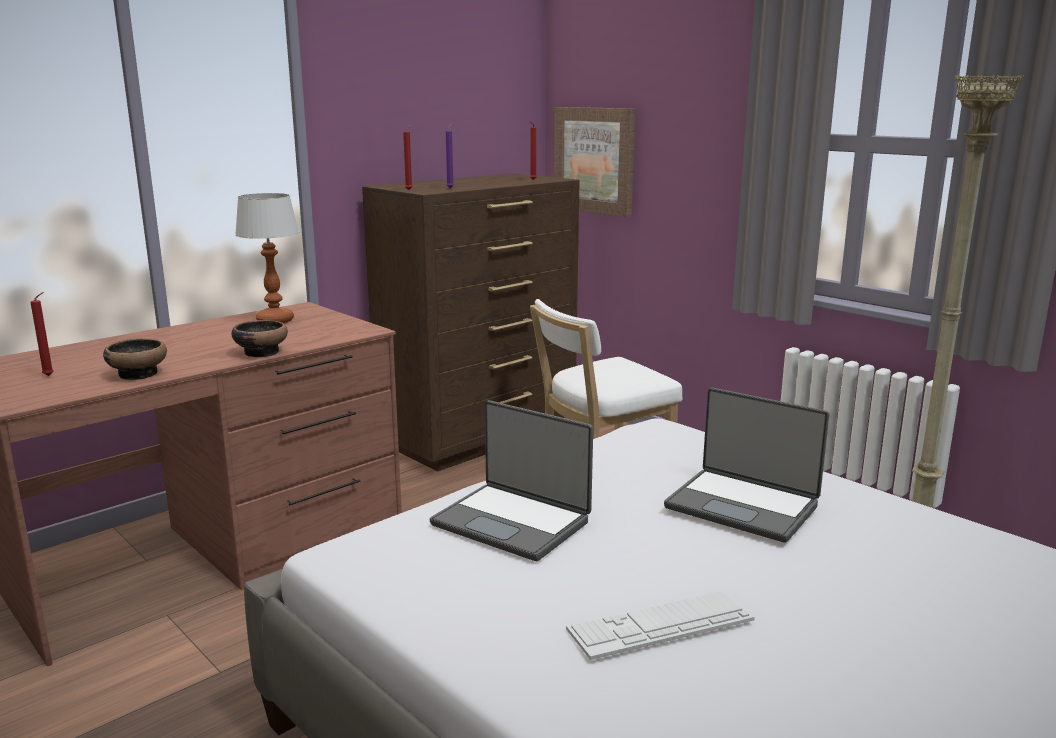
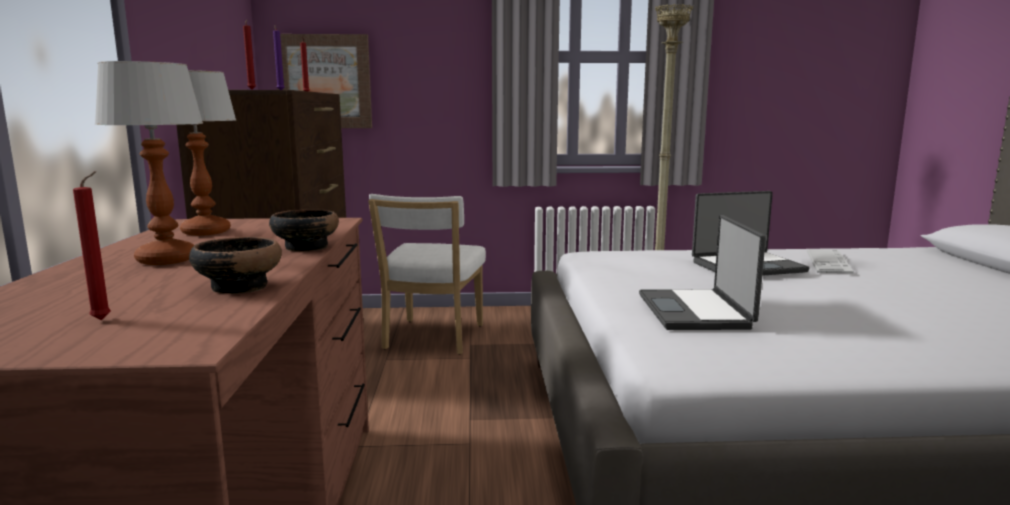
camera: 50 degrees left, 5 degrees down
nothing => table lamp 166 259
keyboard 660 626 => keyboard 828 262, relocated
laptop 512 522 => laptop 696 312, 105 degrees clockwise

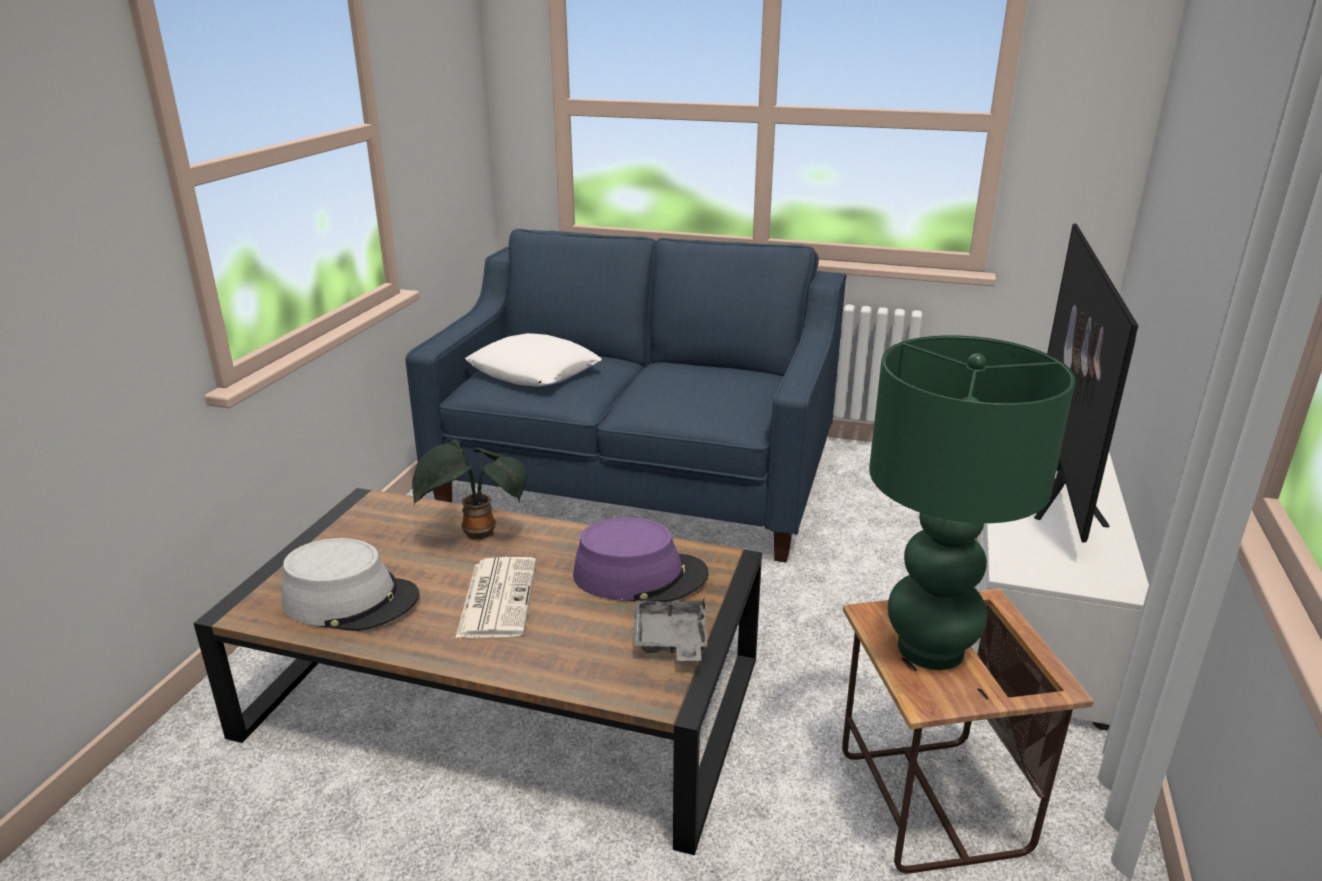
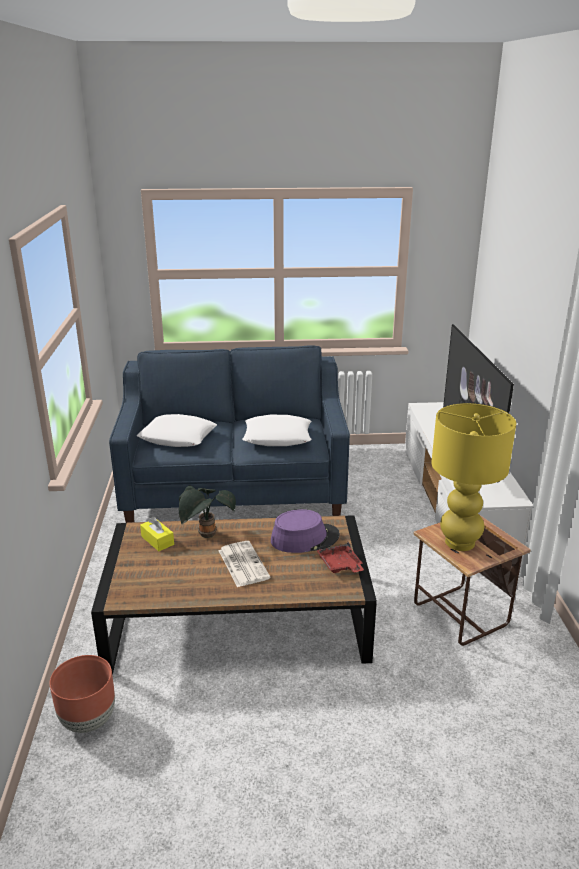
camera: 20 degrees left, 0 degrees up
grey hat 351 600 => nothing
nothing => brown planter 88 720
nothing => yellow tissue box 157 540
nothing => white pillow 277 437
grey tray 671 641 => red tray 340 565
green table lamp 929 649 => yellow table lamp 459 543

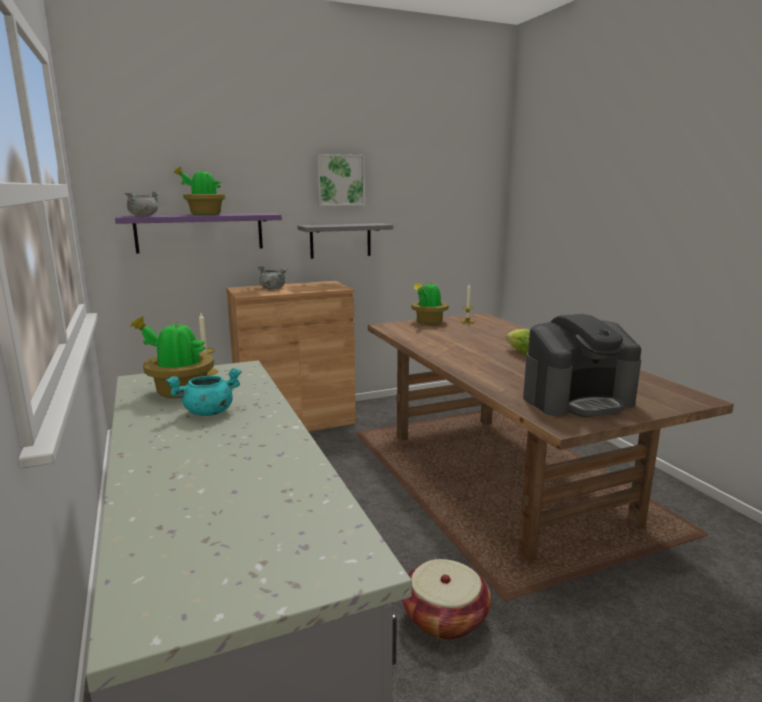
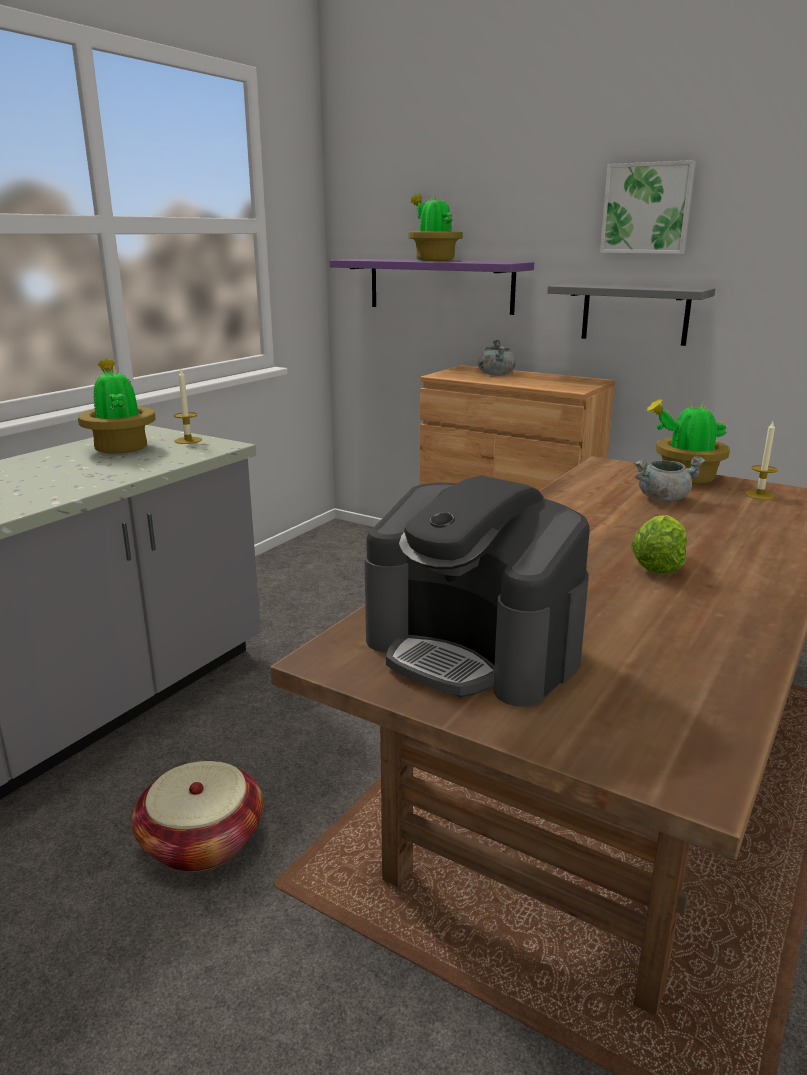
camera: 55 degrees right, 5 degrees up
turquoise cooking pot 208 412 => nothing
grey cooking pot 143 216 => grey cooking pot 663 498, relocated

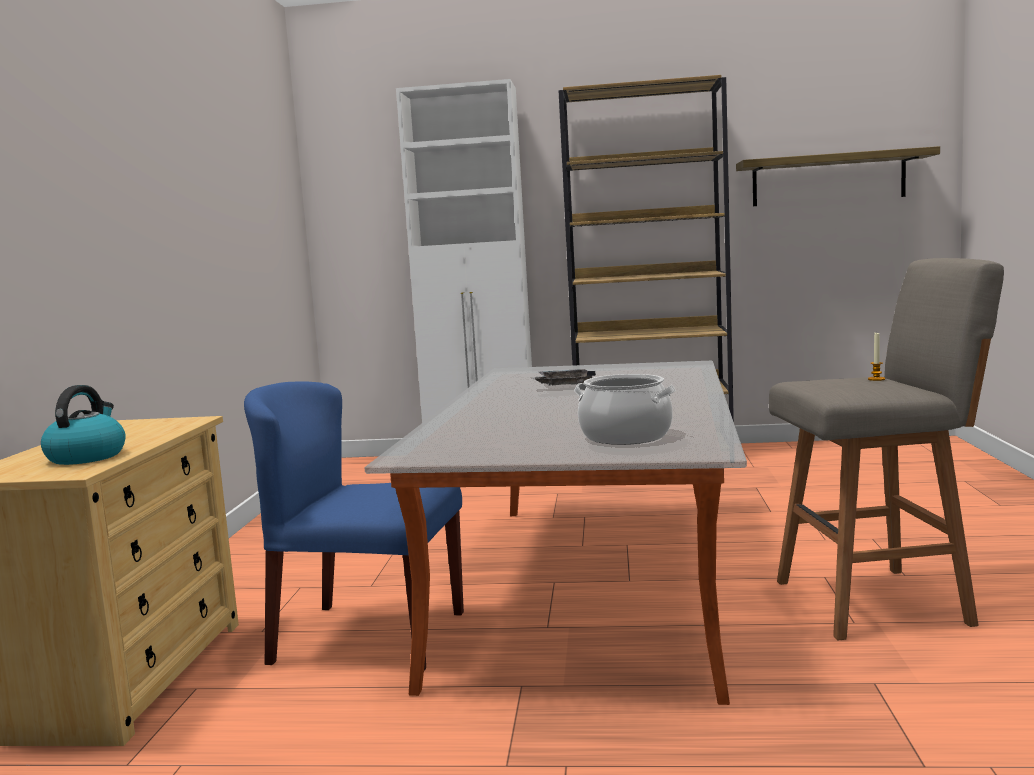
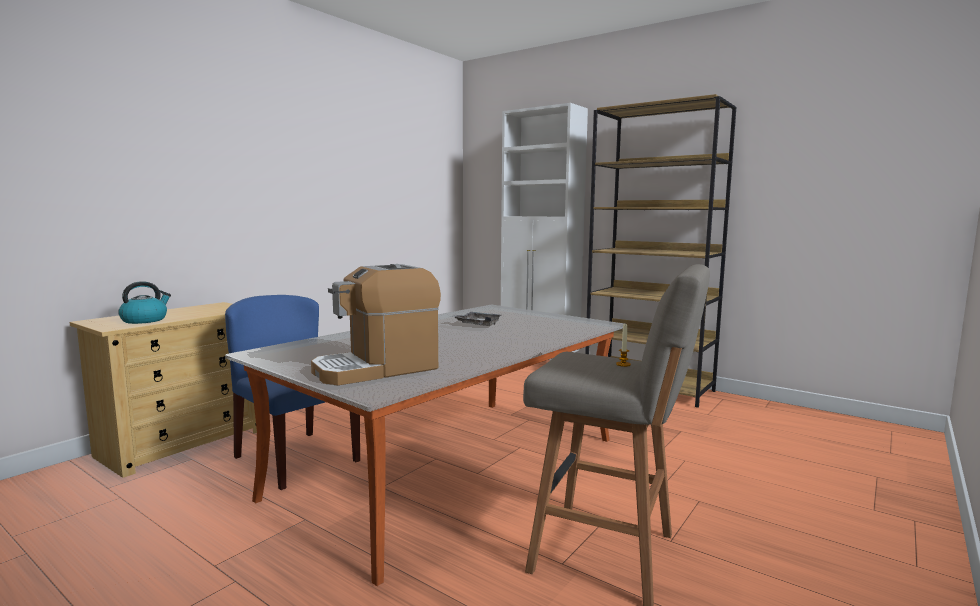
camera: 30 degrees right, 0 degrees up
shelf 828 179 => nothing
cooking pot 626 436 => coffee machine 377 369

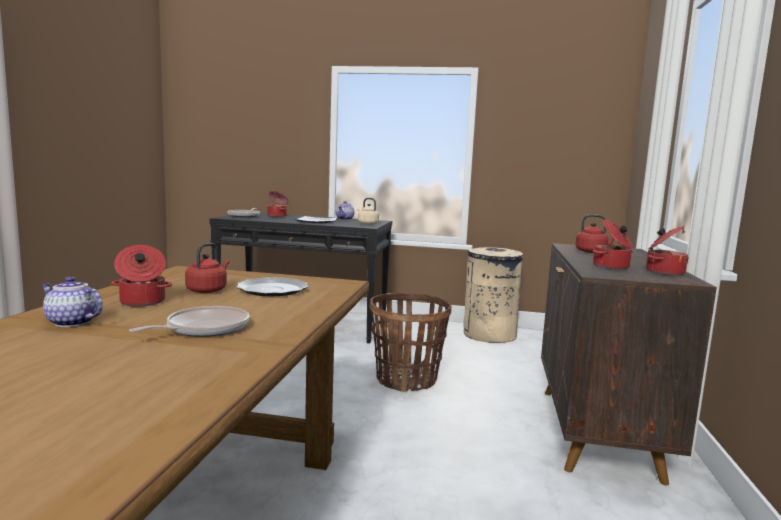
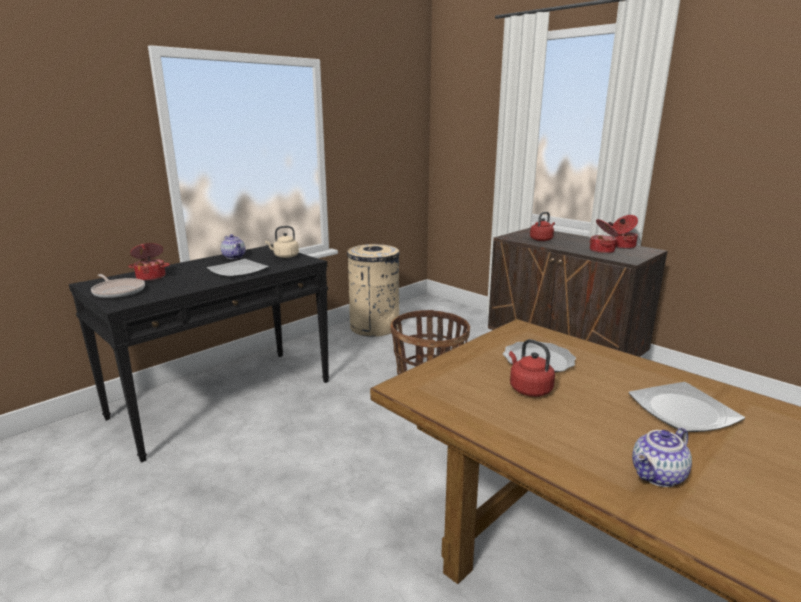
camera: 55 degrees left, 10 degrees up
cooking pot 142 302 => nothing
frying pan 204 328 => plate 682 411

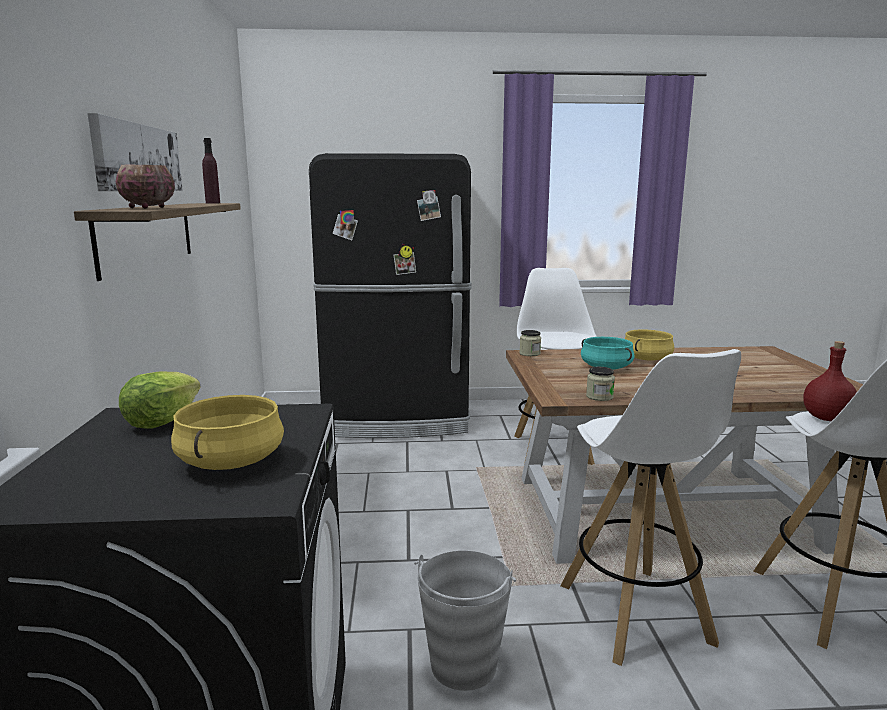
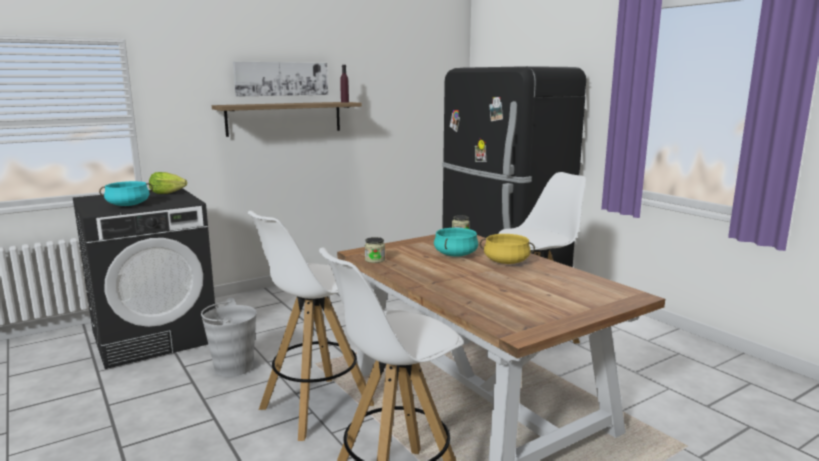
camera: 60 degrees right, 0 degrees up
bowl 146 208 => nothing
red bottle 827 418 => nothing
yellow cooking pot 230 461 => turquoise cooking pot 128 205

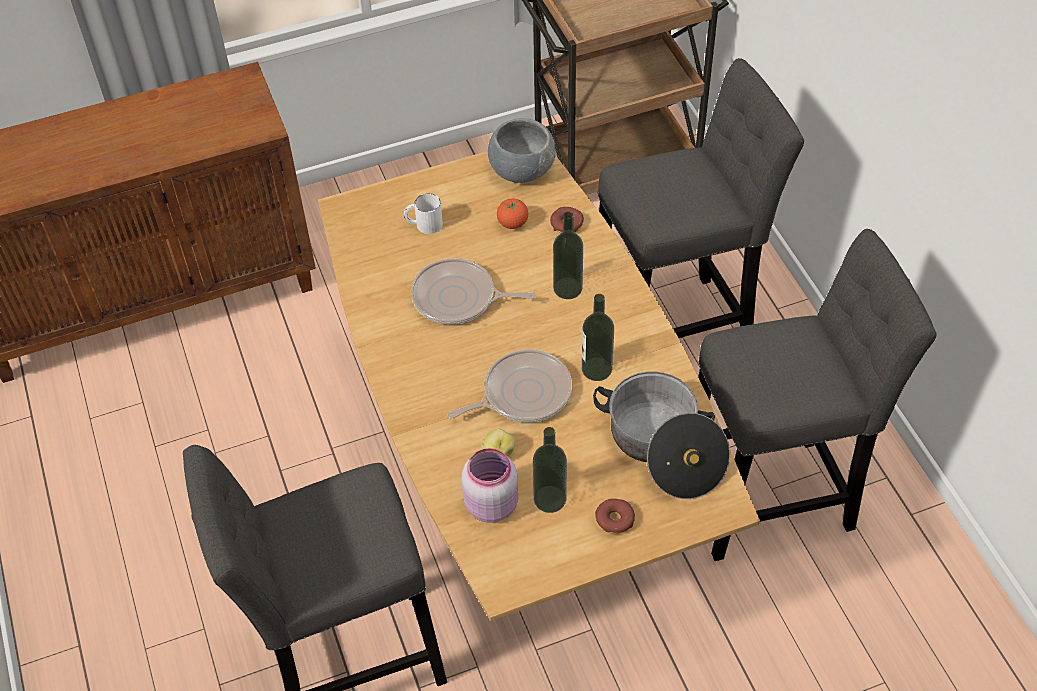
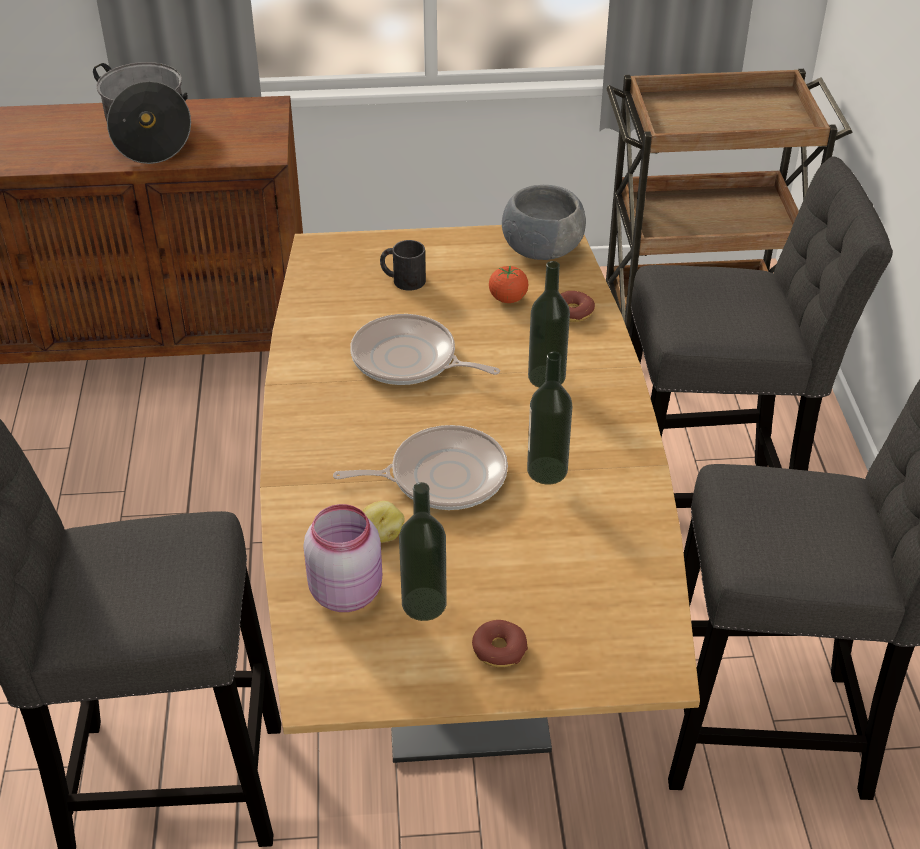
camera: 15 degrees right, 10 degrees down
cooking pot 663 447 => cooking pot 148 131, relocated
white mug 423 224 => black mug 402 280

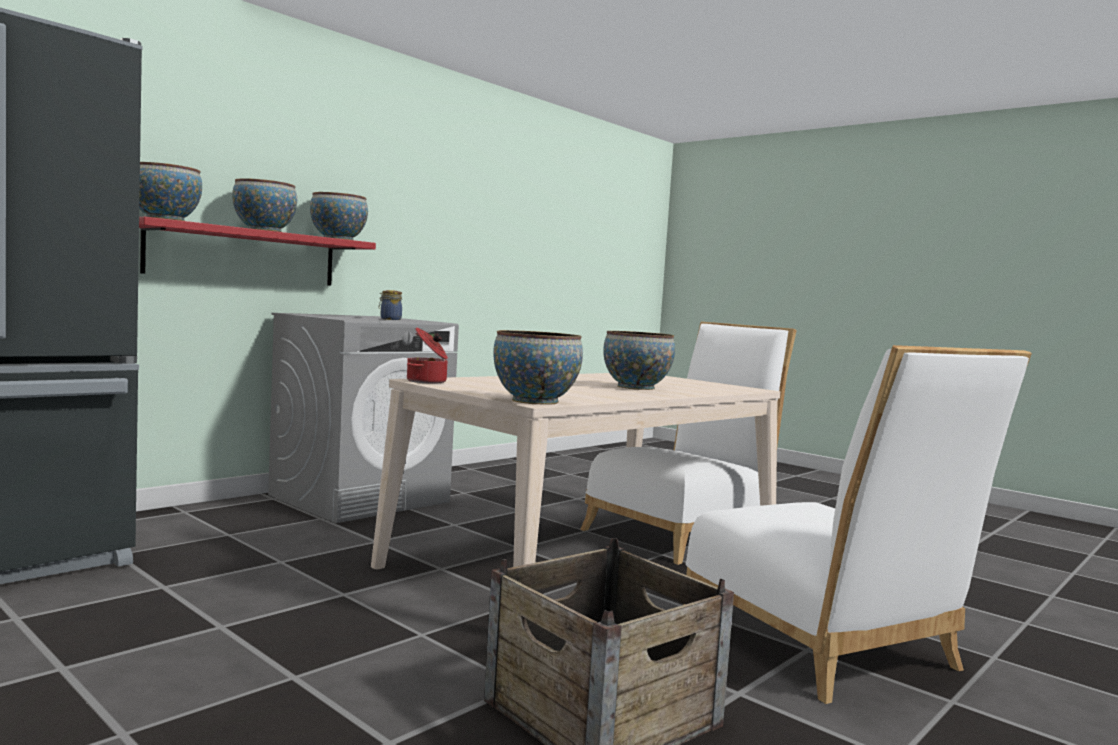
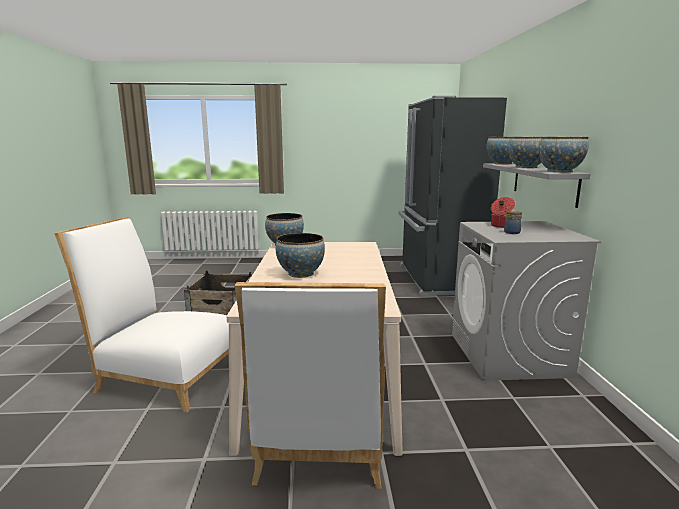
camera: 135 degrees right, 10 degrees up
cooking pot 427 381 => cooking pot 501 226, relocated
red shelf 244 256 => grey shelf 544 183

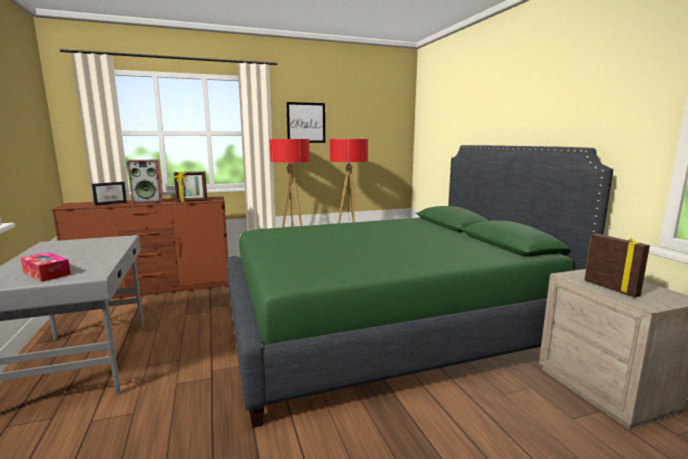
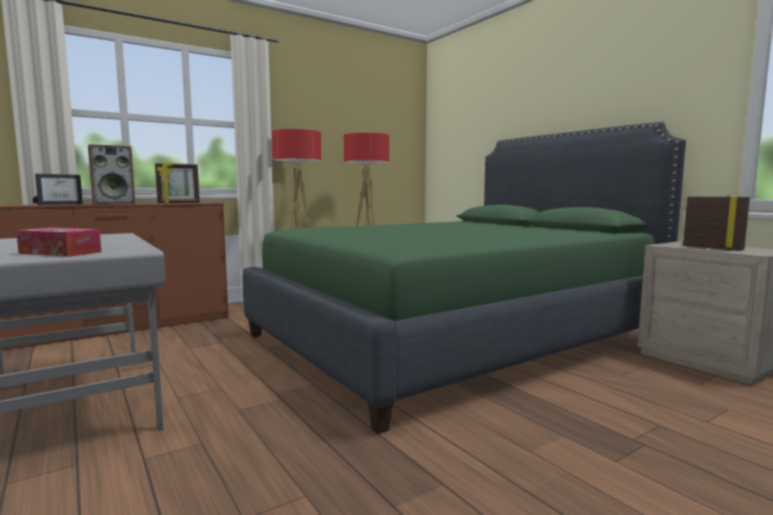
camera: 15 degrees left, 5 degrees down
picture 306 122 => nothing

